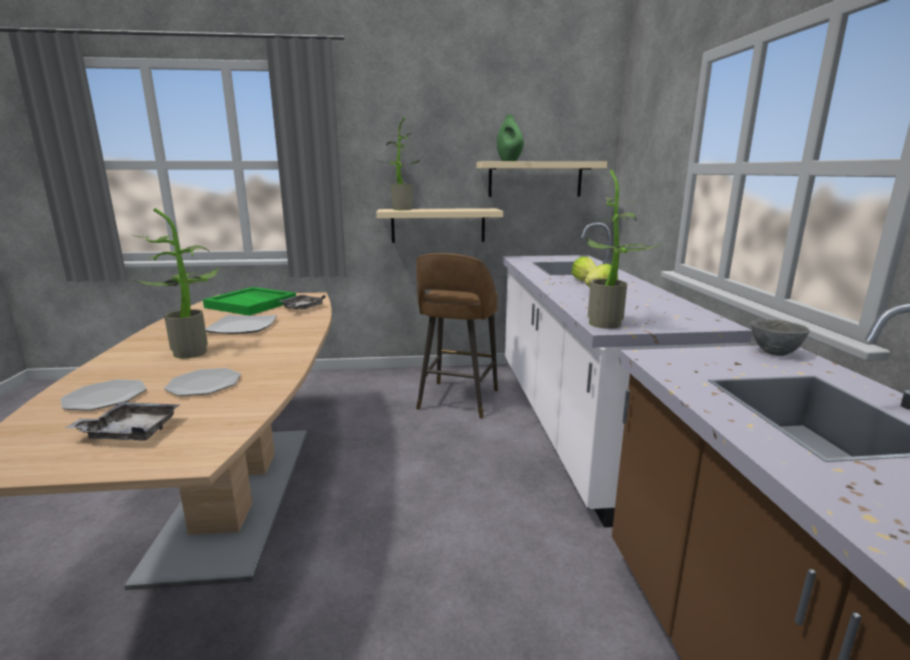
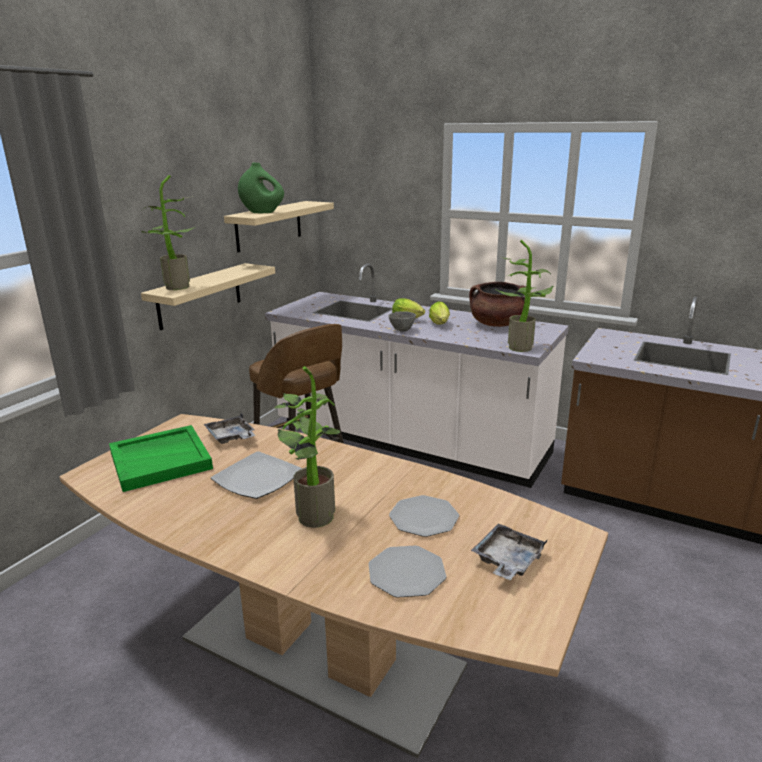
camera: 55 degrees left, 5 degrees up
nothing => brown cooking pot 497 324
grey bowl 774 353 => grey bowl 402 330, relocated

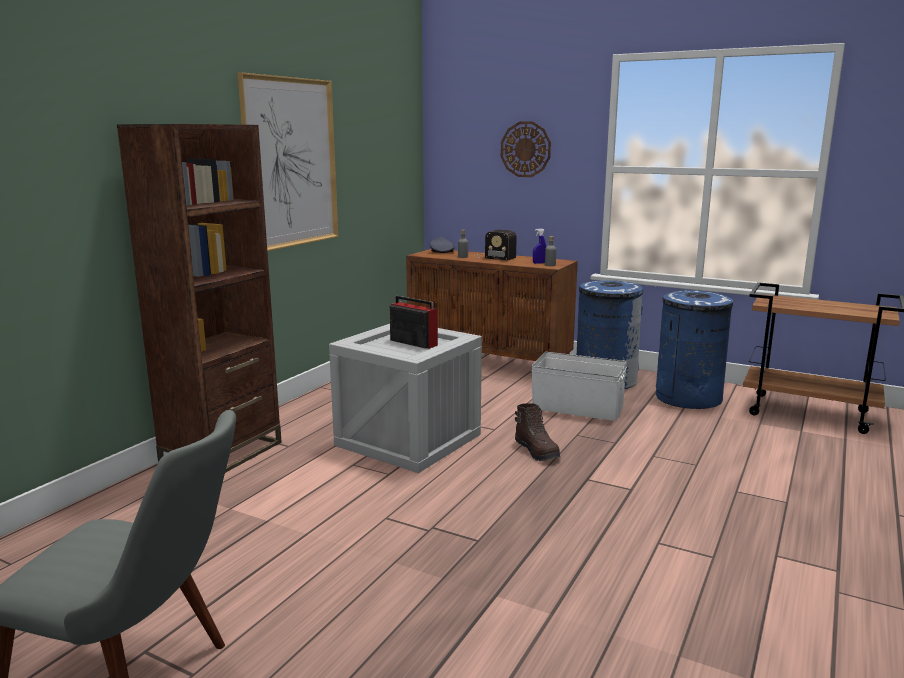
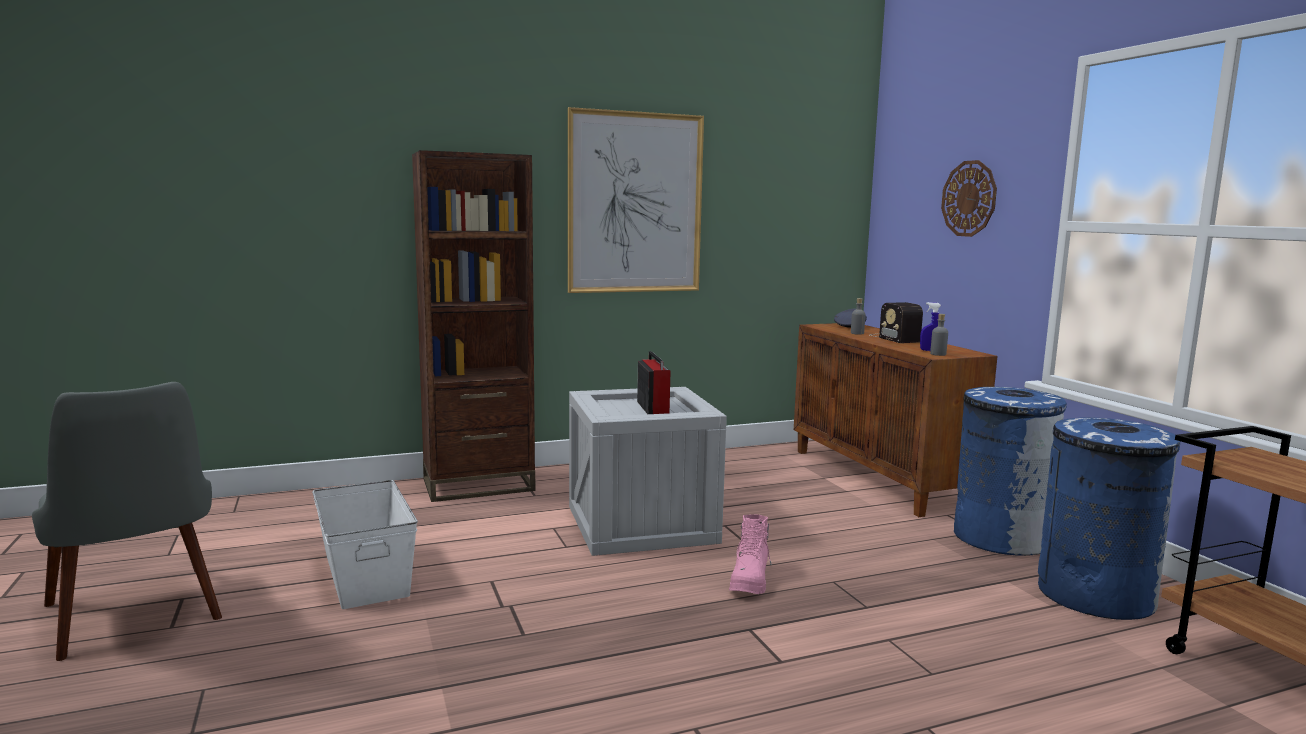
camera: 40 degrees right, 5 degrees down
white storage box 577 407 => white storage box 367 574, relocated
brown boot 537 451 => pink boot 750 581

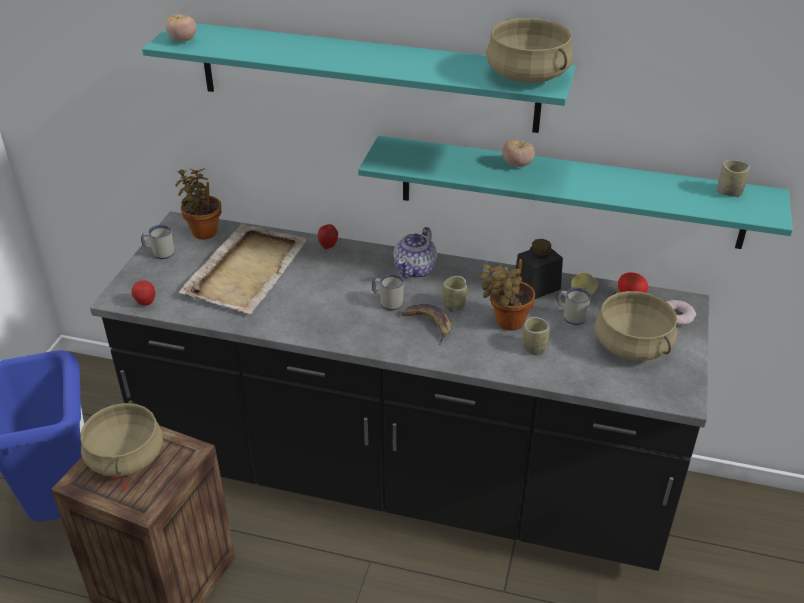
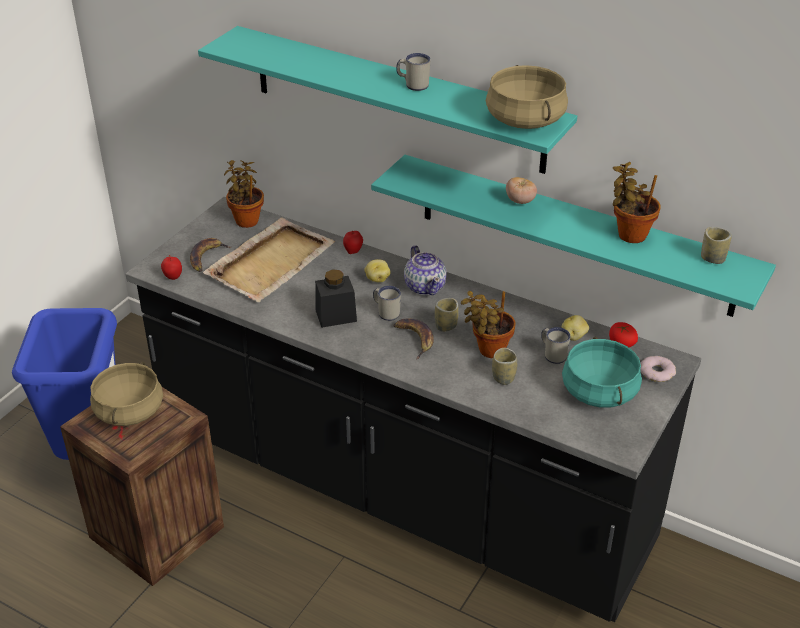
camera: 15 degrees right, 0 degrees up
tomato 183 40 => nothing
nothing => banana 207 257
nothing => potato 377 279
nothing => potted plant 629 234
white mug 160 253 => white mug 413 85, relocated
black jar 536 287 => black jar 336 315, relocated
beige cooking pot 633 345 => turquoise cooking pot 600 392
teapot 416 269 => teapot 425 286, 60 degrees counterclockwise

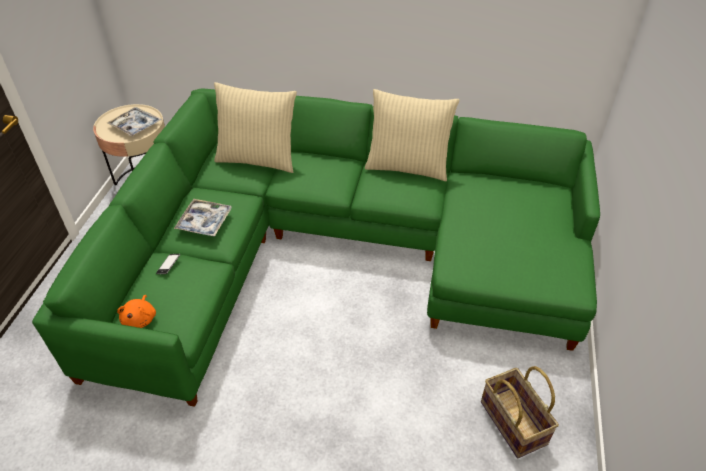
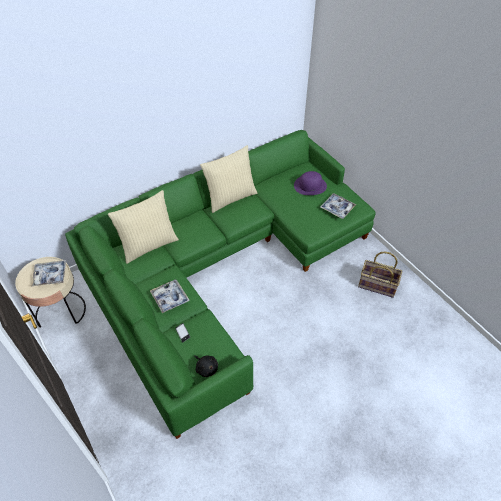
camera: 45 degrees left, 5 degrees up
nothing => purple hat 310 185
nothing => tray 337 208
orange plush toy 140 319 => black plush toy 206 368

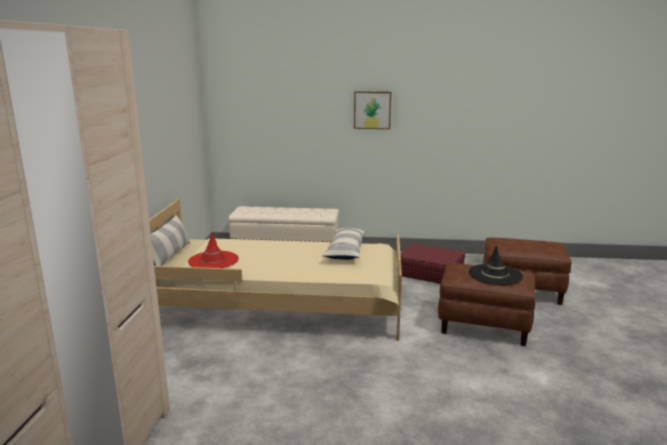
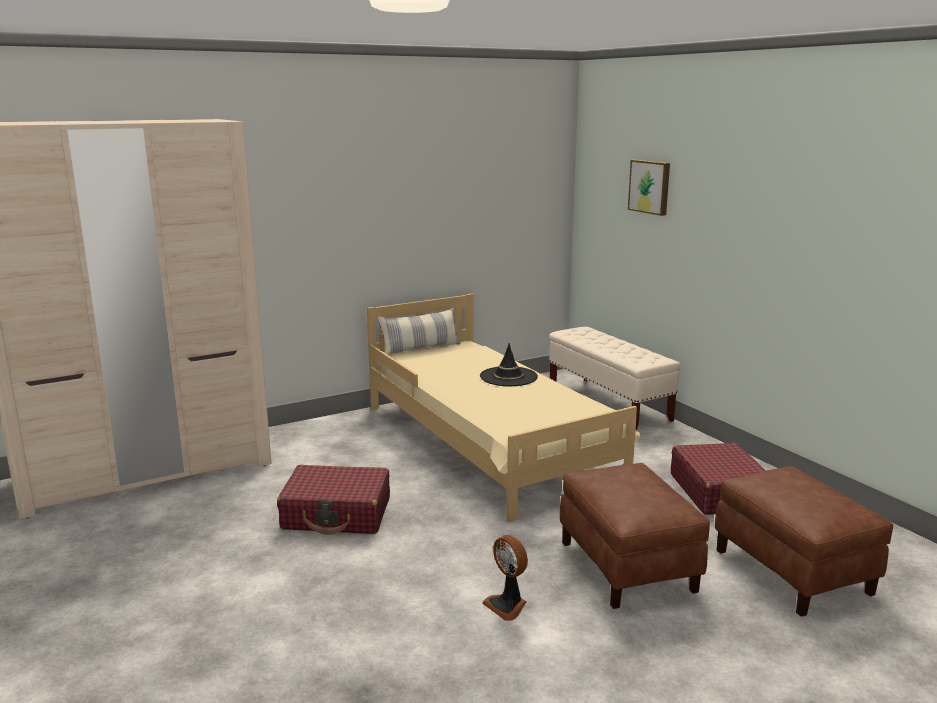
camera: 55 degrees right, 0 degrees up
red hat 213 260 => nothing
pillow 345 251 => nothing
nothing => red suitcase 337 514
nothing => fan 507 605
picture 372 110 => picture 650 187, relocated
black hat 495 275 => black hat 508 377, relocated

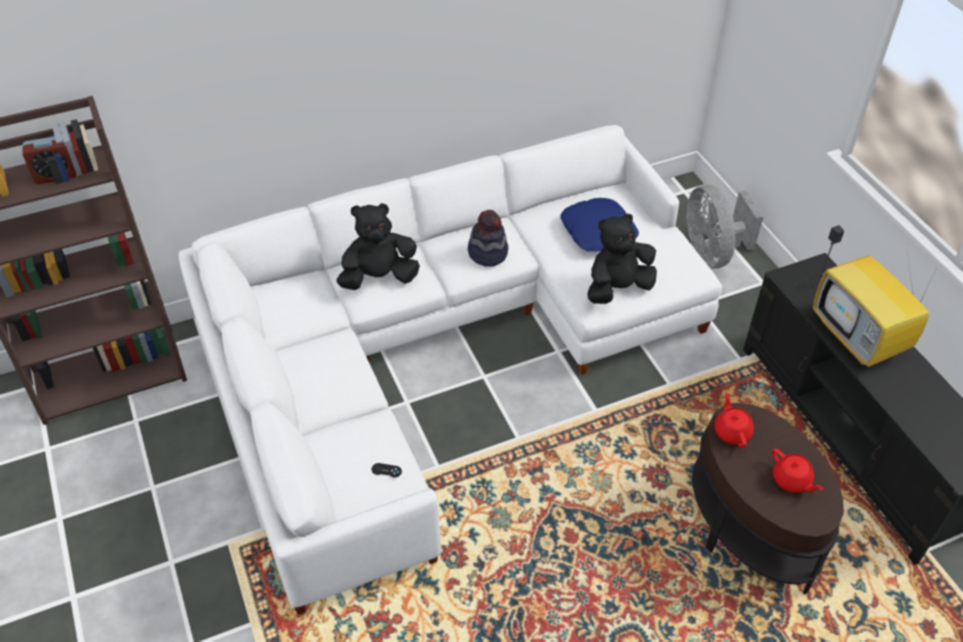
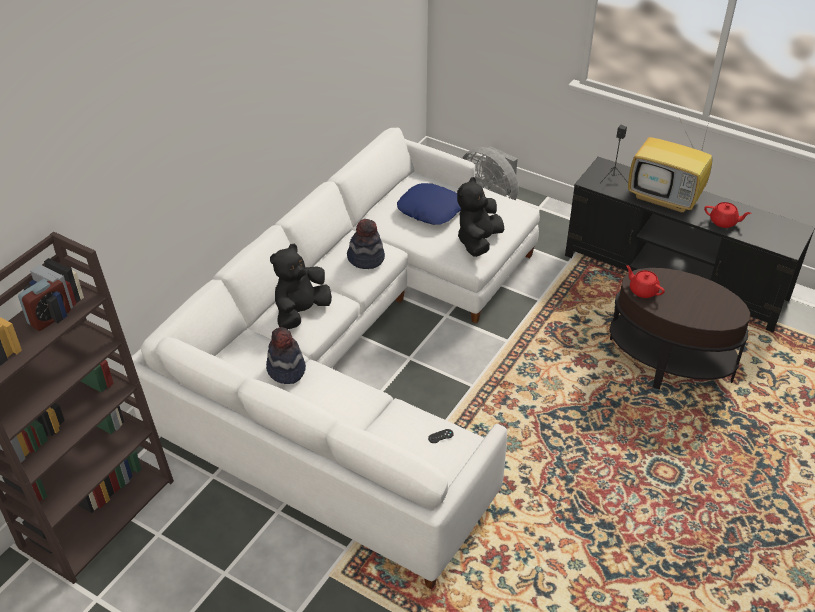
camera: 35 degrees left, 5 degrees down
nothing => hat 286 370
red teapot 791 480 => red teapot 723 222, relocated

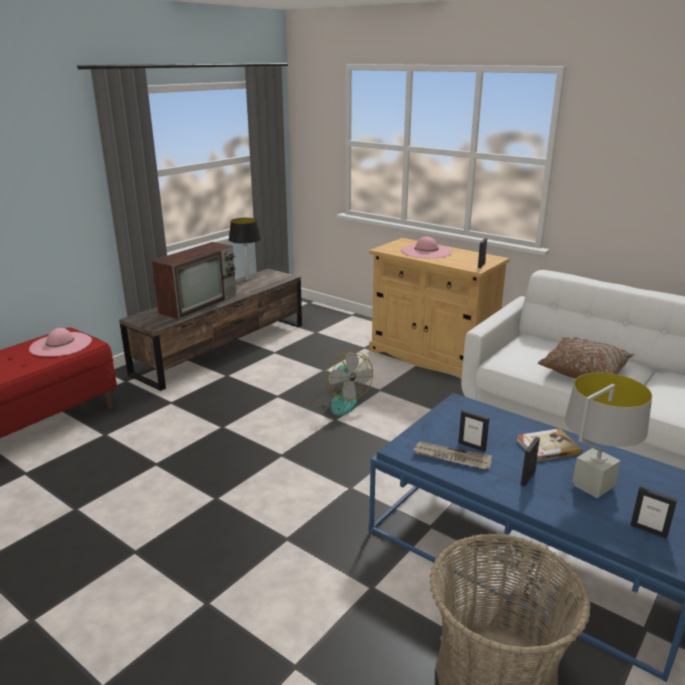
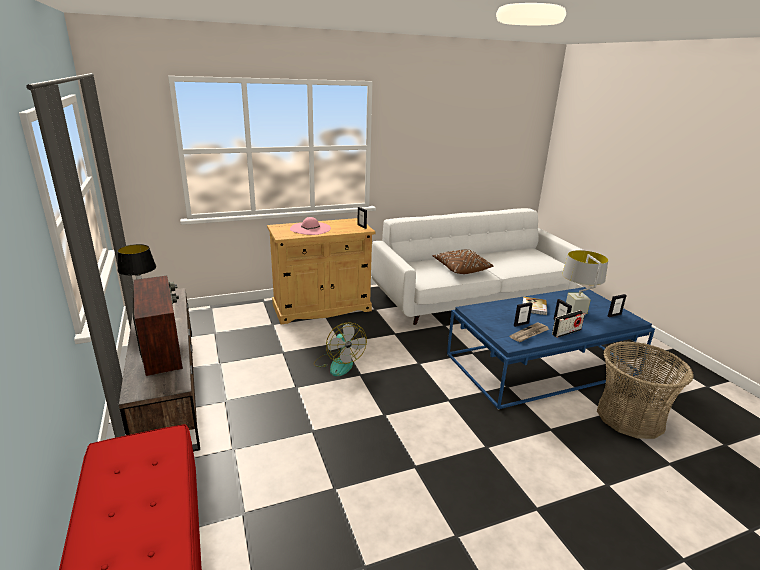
camera: 60 degrees left, 0 degrees up
pink hat 61 344 => nothing
nothing => radio 566 332
fan 339 402 => fan 338 363, 60 degrees clockwise

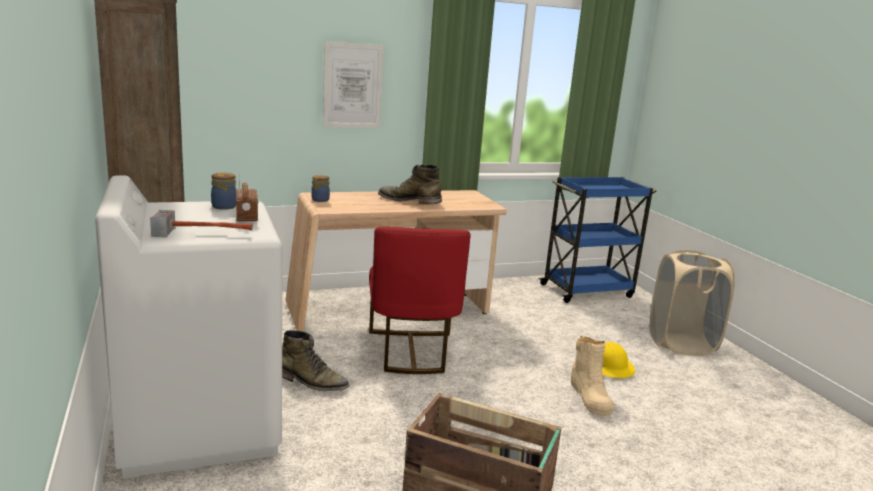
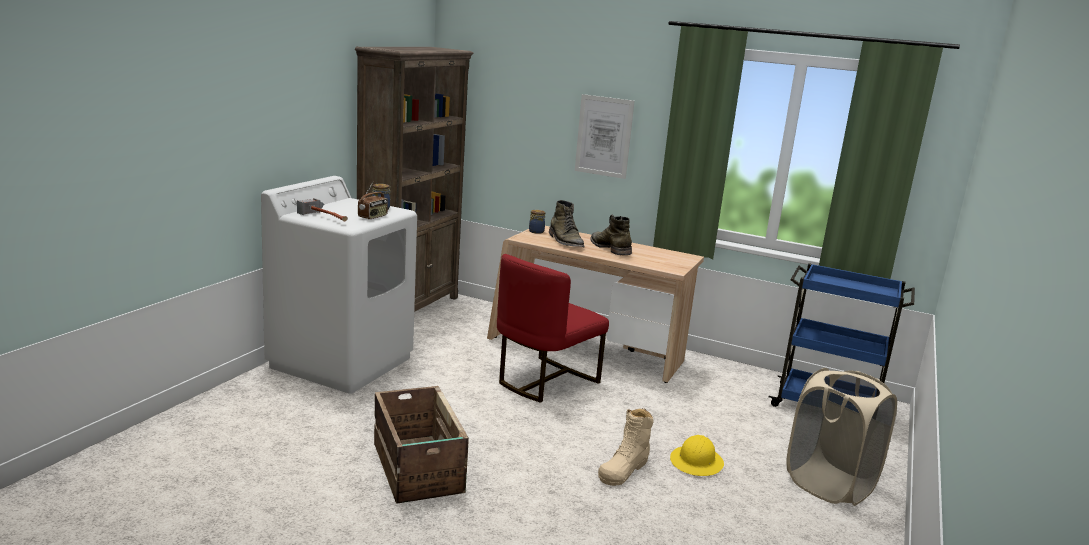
camera: 45 degrees right, 0 degrees up
green boot 312 382 => green boot 565 241, relocated

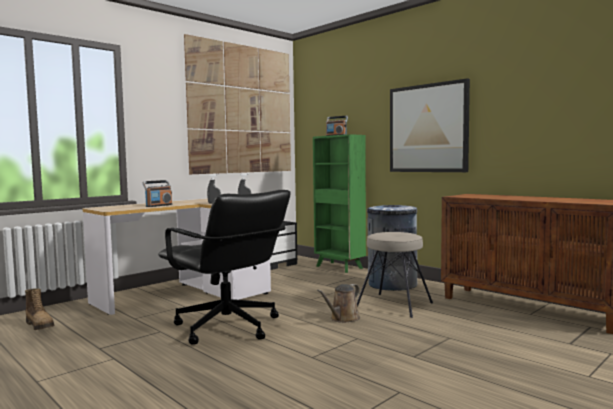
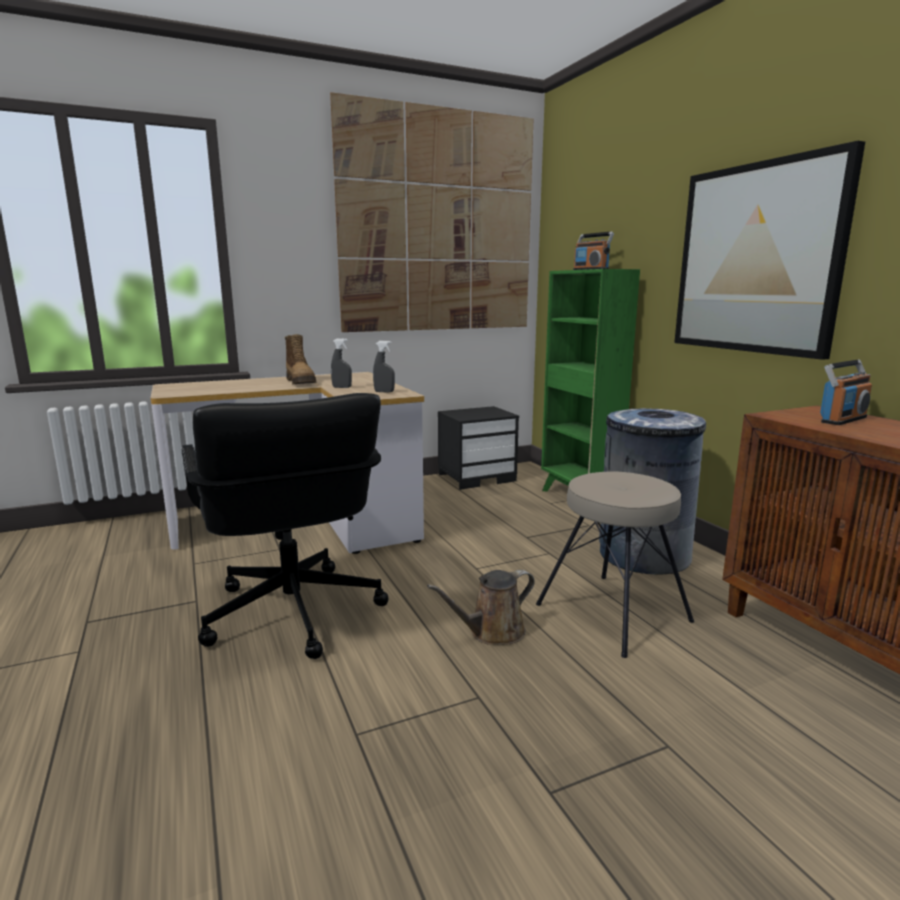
camera: 20 degrees right, 10 degrees up
boot 40 325 => boot 301 382, relocated
radio 158 205 => radio 842 420, relocated

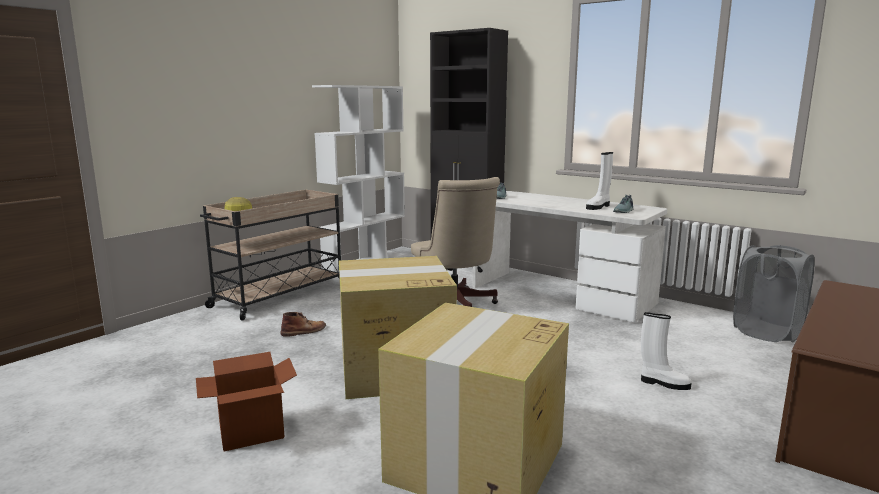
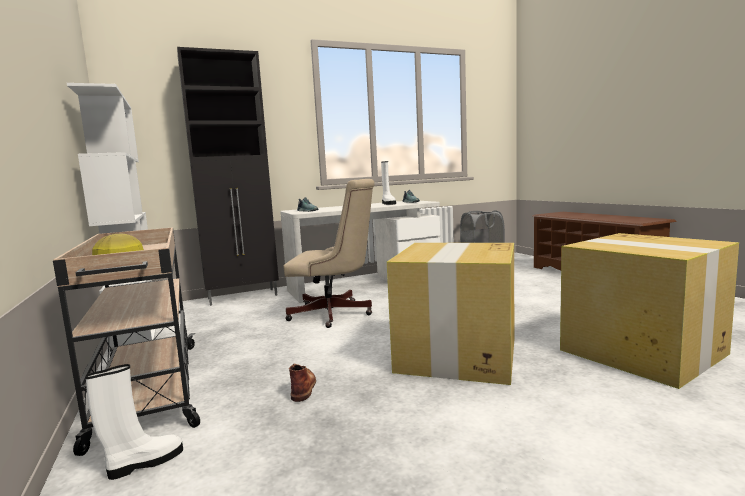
camera: 60 degrees left, 5 degrees down
cardboard box 251 433 => nothing
white boot 663 383 => white boot 144 463, relocated

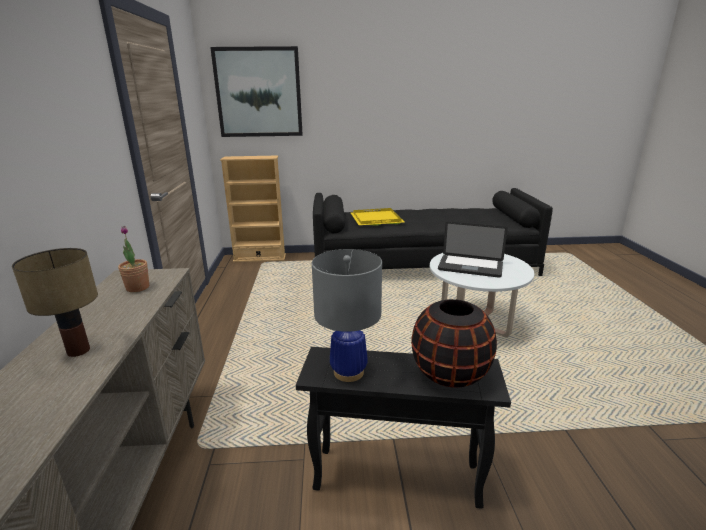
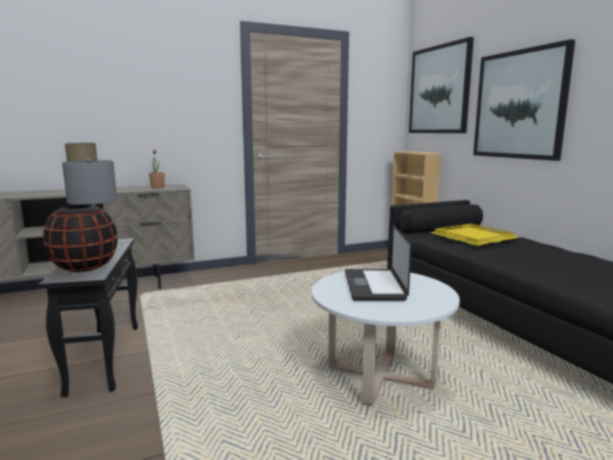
camera: 70 degrees right, 10 degrees down
nothing => picture 519 105

